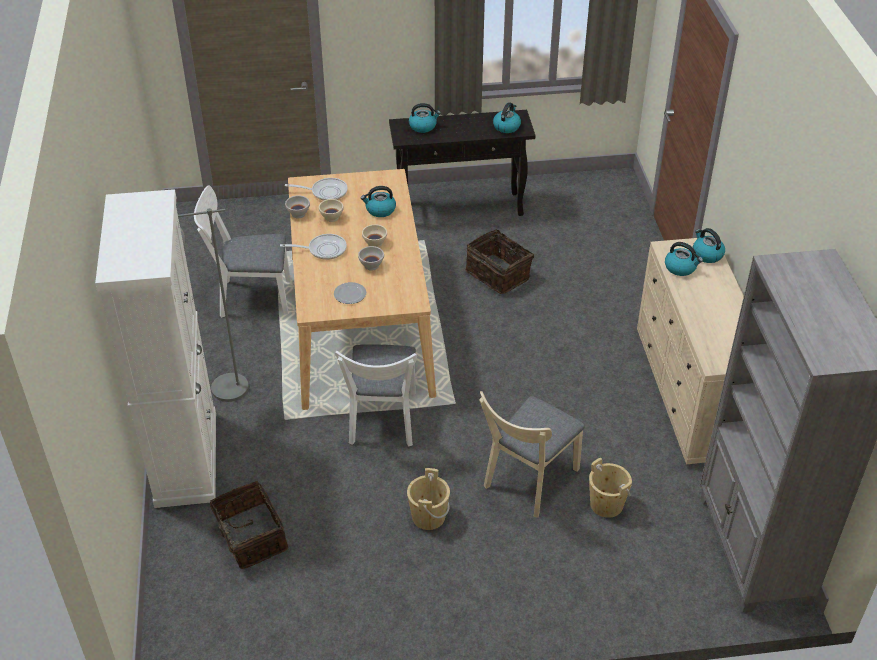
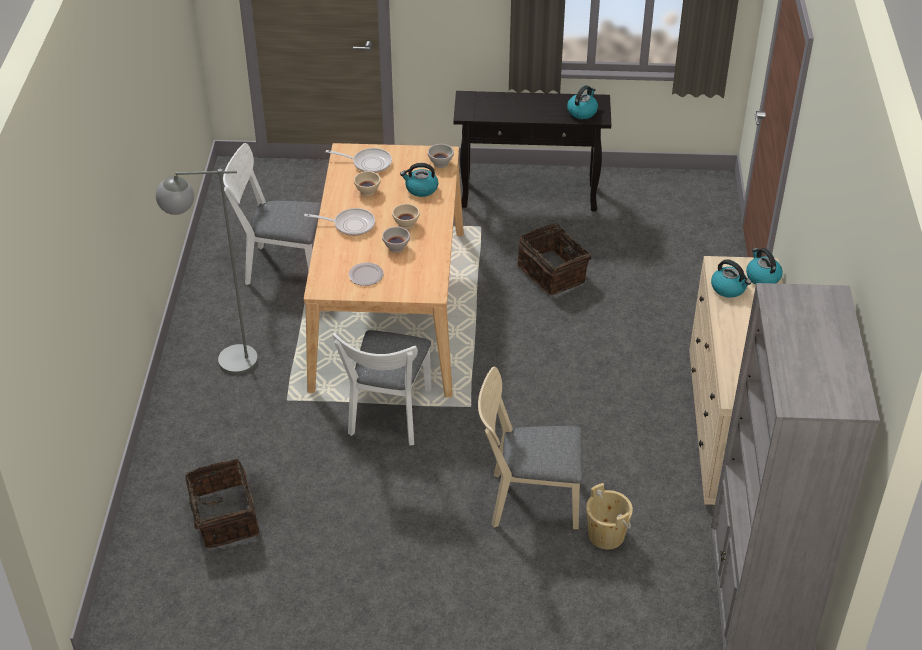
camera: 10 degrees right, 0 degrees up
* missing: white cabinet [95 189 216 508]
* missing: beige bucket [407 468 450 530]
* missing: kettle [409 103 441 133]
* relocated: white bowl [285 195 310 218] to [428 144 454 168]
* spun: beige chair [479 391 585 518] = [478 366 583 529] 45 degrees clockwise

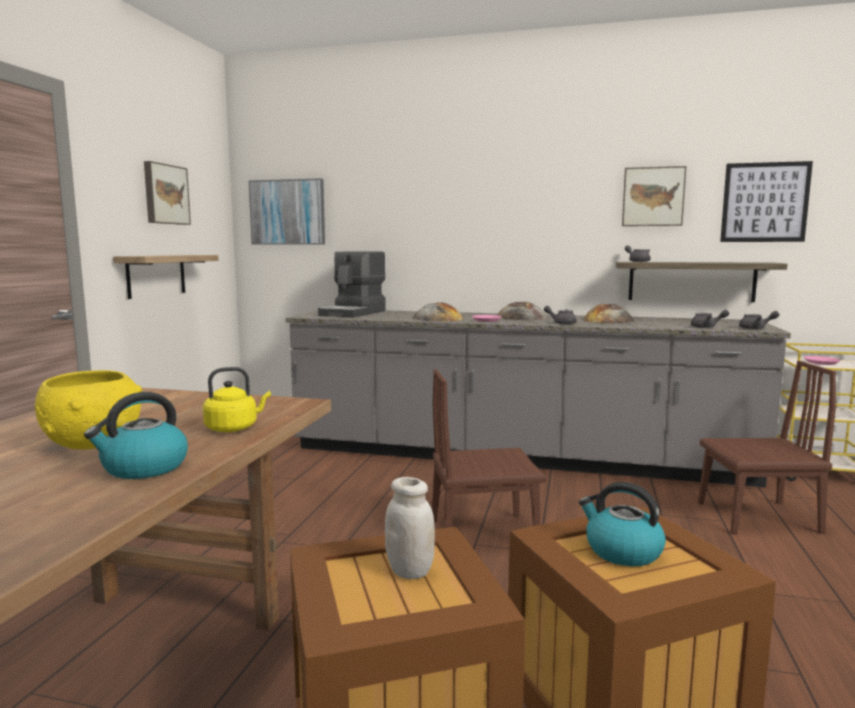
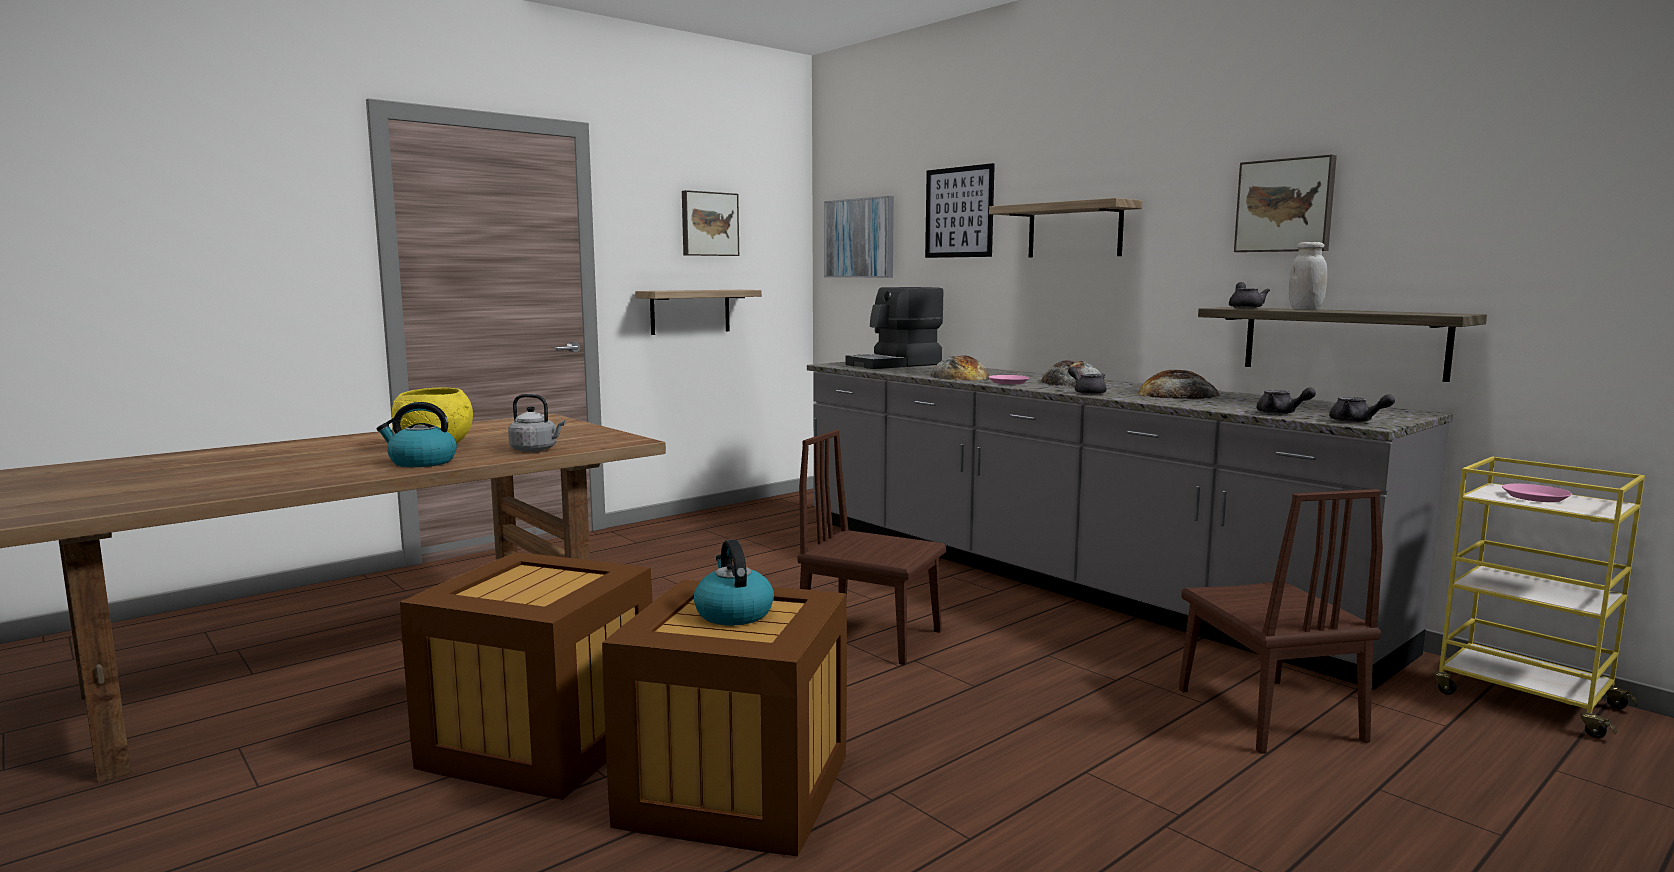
camera: 35 degrees right, 0 degrees up
* appeared: shelf [989 198 1142 258]
* relocated: white jar [385 477 435 579] to [1289 242 1327 310]
* relocated: picture [720 161 813 242] to [925 163 995 258]
* colour: yellow kettle [203 367 271 432] to grey kettle [508 394 565 452]
* spun: brown chair [698 361 836 535] = [1179 489 1383 754] 45 degrees clockwise

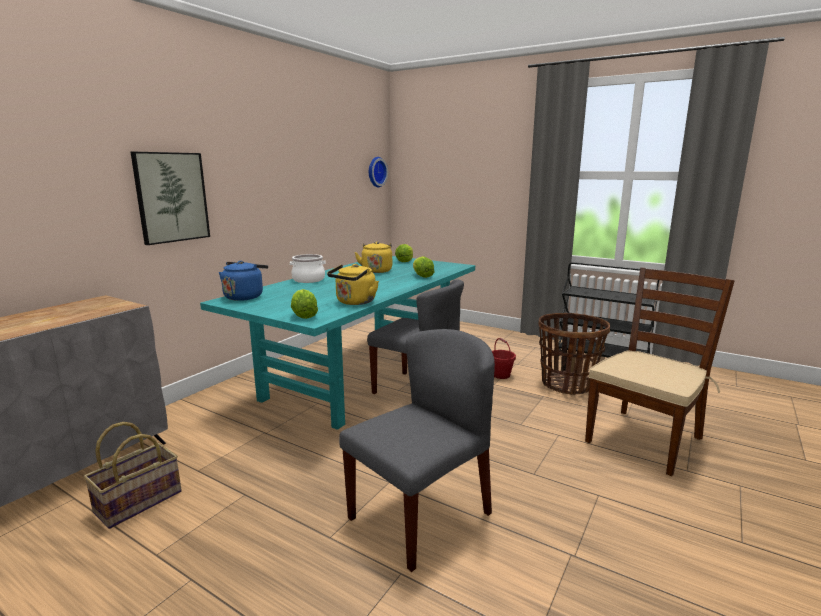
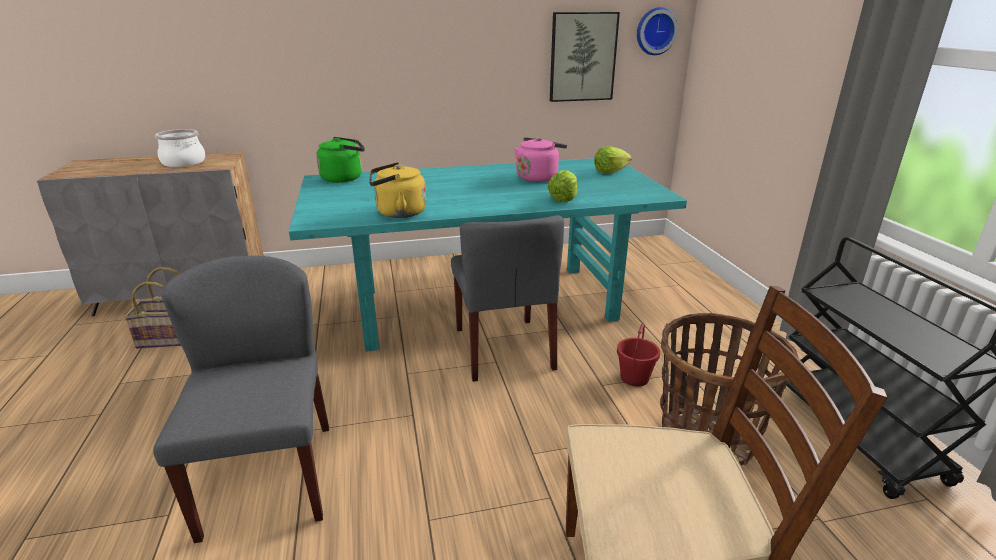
camera: 45 degrees right, 10 degrees up
* missing: lettuce [291 289 318 319]
* relocated: picture [131 152 210 245] to [550 12 620 102]
* relocated: cooking pot [290 254 326 283] to [155 129 205 167]
* colour: blue kettle [219 261 268 301] to green kettle [316 137 365 183]
* colour: yellow kettle [355 241 392 273] to pink kettle [514 137 567 182]
* spun: grey chair [339 329 495 572] = [153 256 329 543] 105 degrees counterclockwise

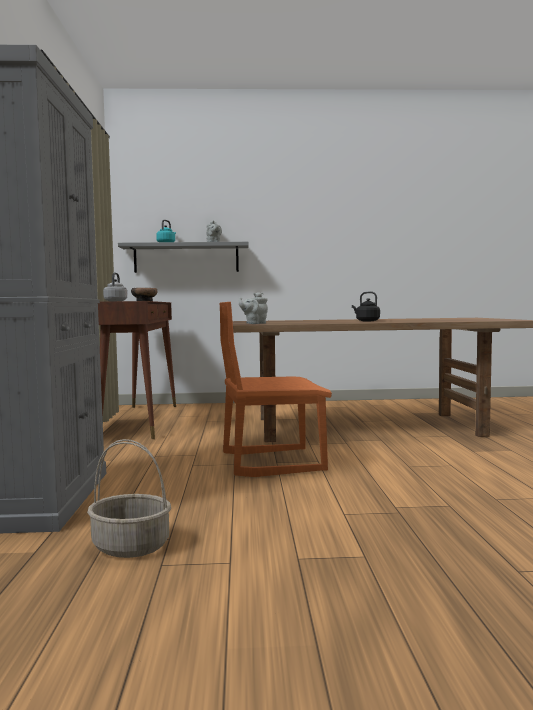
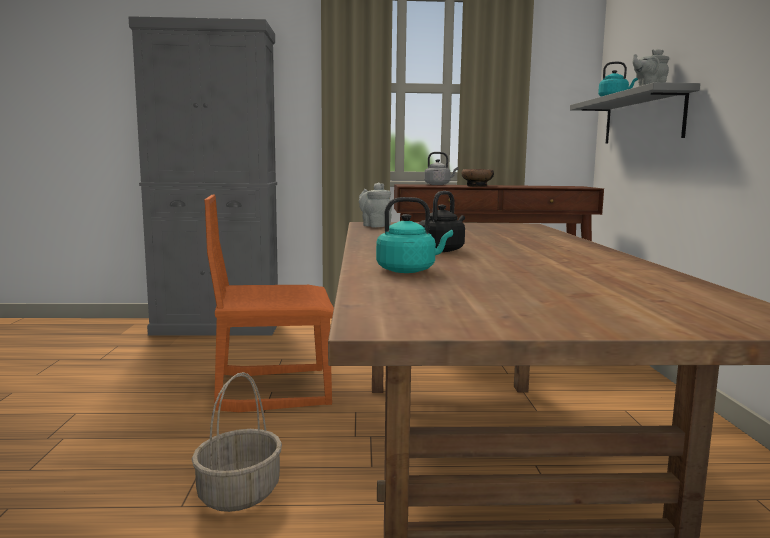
camera: 90 degrees right, 5 degrees up
* appeared: turquoise kettle [376 197 453 273]
* relocated: basket [87 439 171 558] to [192 372 282 512]
* spun: orange chair [219 302 332 477] = [204 194 334 412] 90 degrees counterclockwise

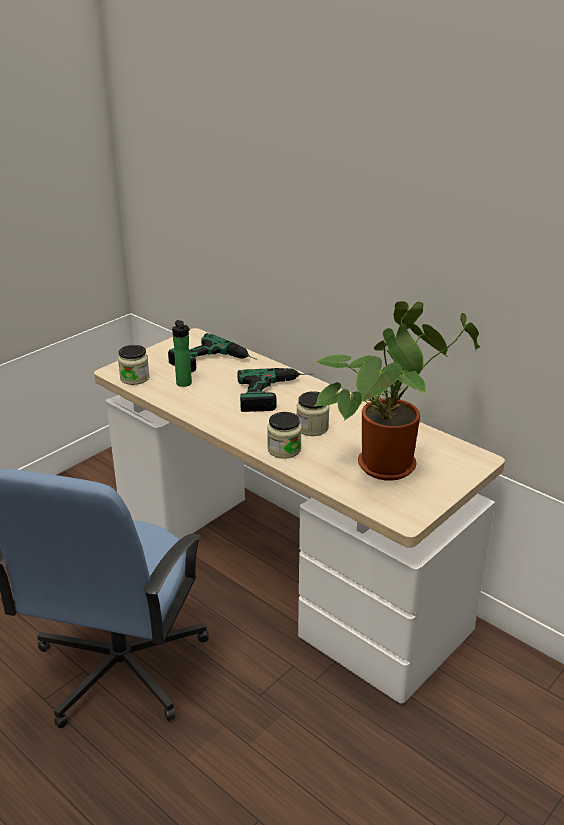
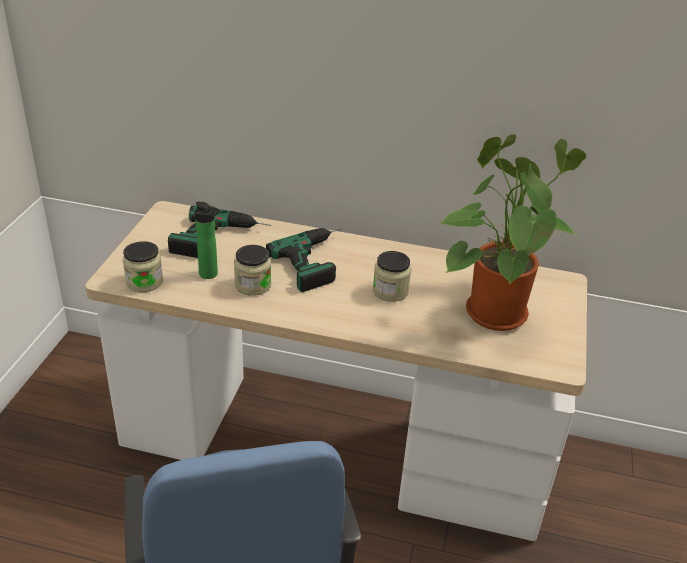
camera: 30 degrees left, 5 degrees up
* relocated: jar [267 412 302 459] to [234 245 271 296]

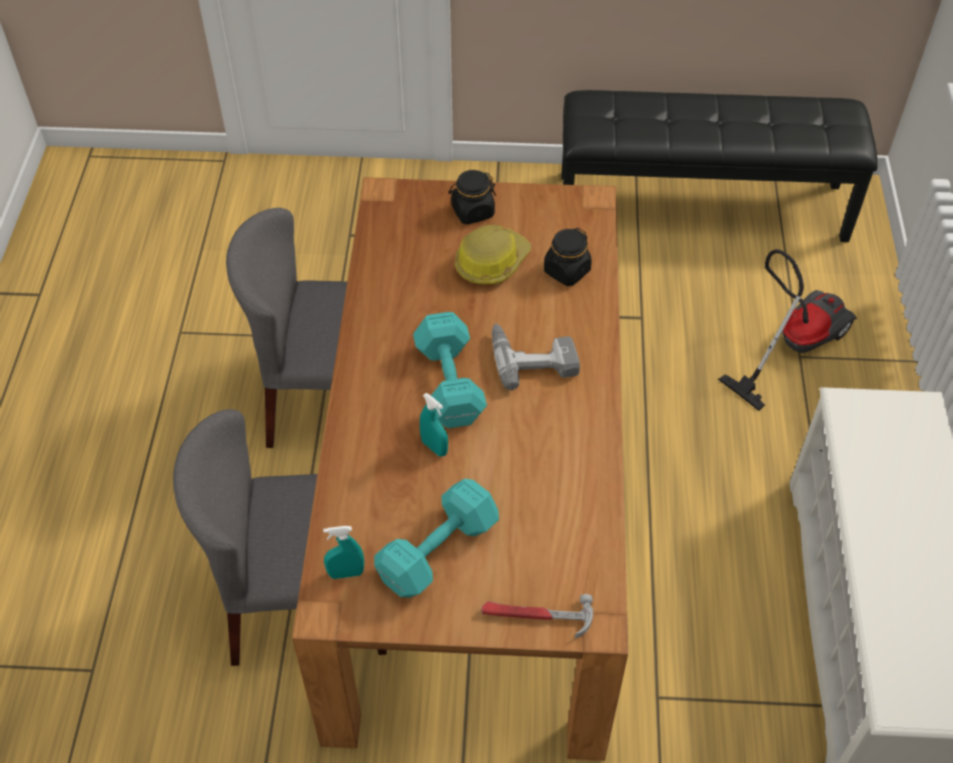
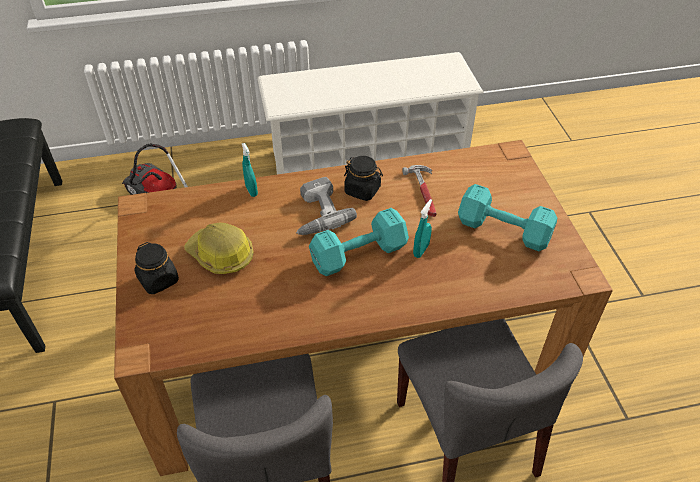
camera: 105 degrees left, 5 degrees down
* relocated: turquoise spray bottle [323 526 364 579] to [242 143 258 197]
* relocated: hammer [482 594 593 638] to [402 165 437 217]
* relocated: black jar [544 228 592 286] to [344 156 383 201]

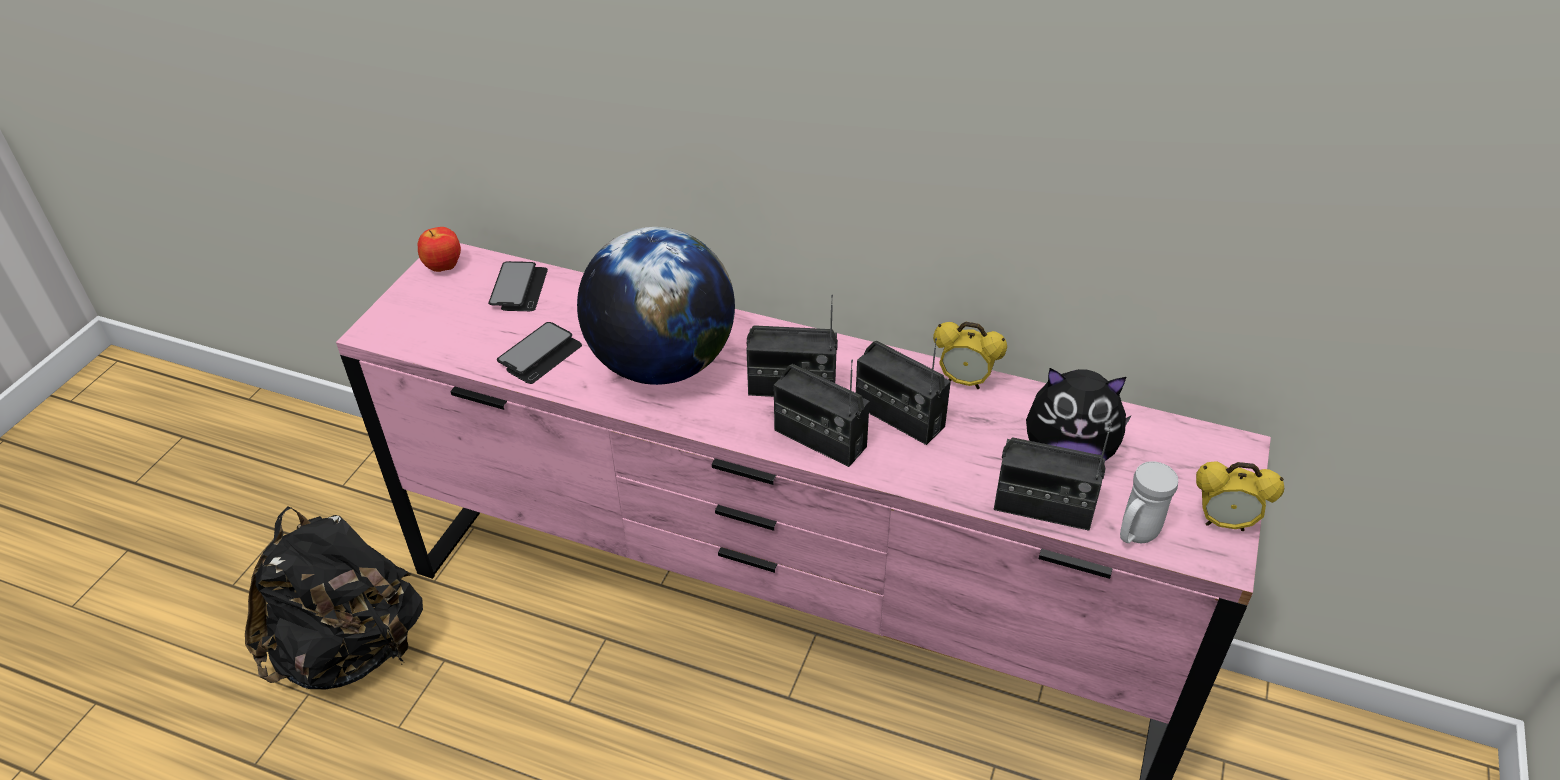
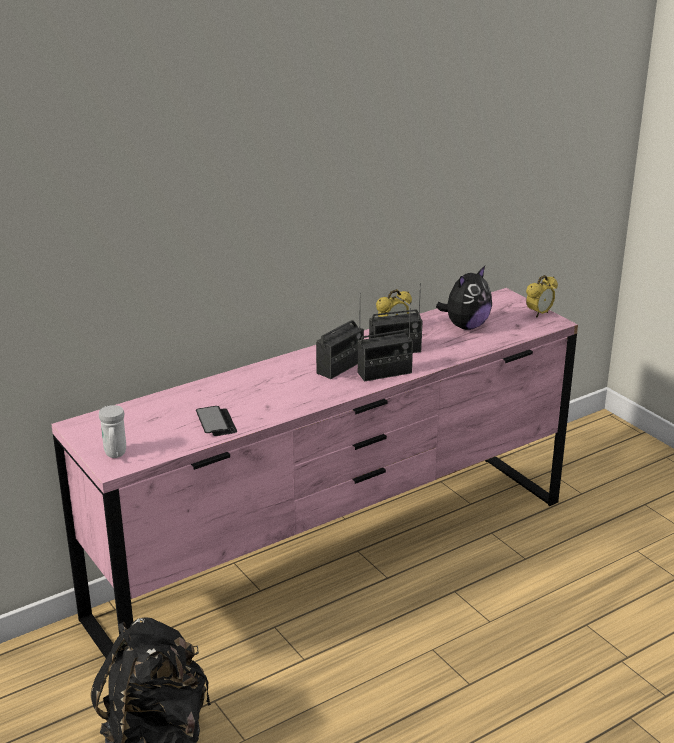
camera: 55 degrees left, 15 degrees down
* missing: apple [418 227 461 272]
* missing: phone [488 261 548 311]
* missing: globe [577 227 735 385]
* missing: radio [994 423 1112 531]
* relocated: white mug [1120 461 1178 543] to [99 405 126 458]

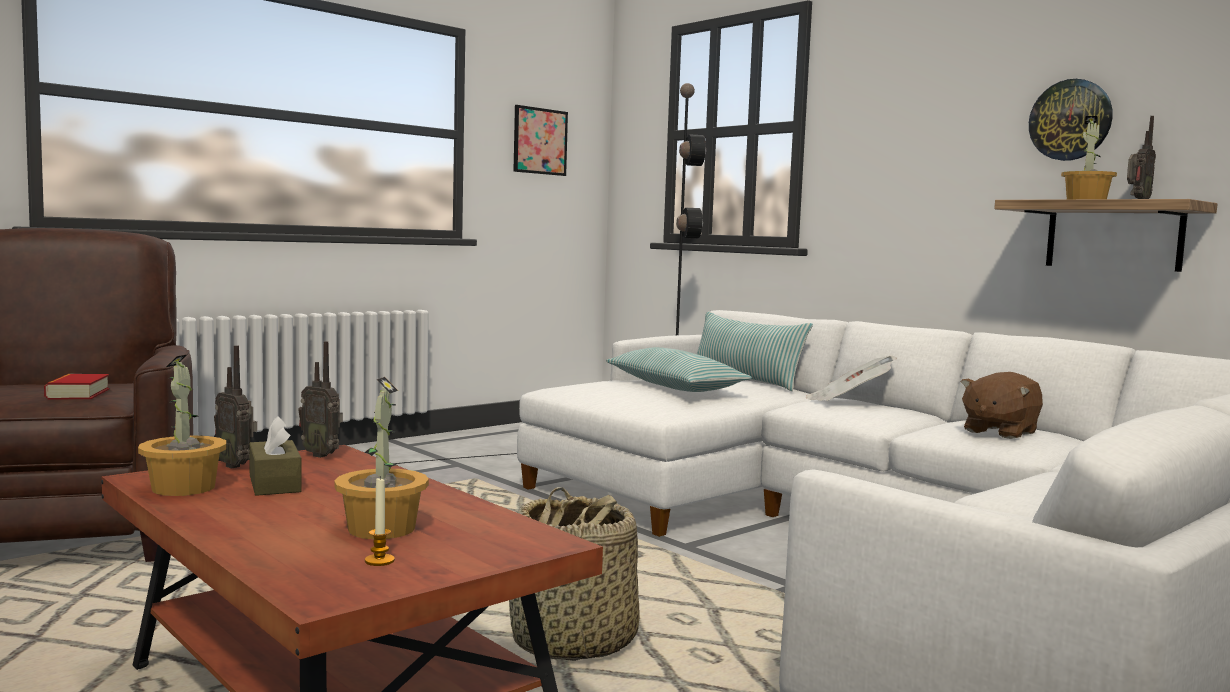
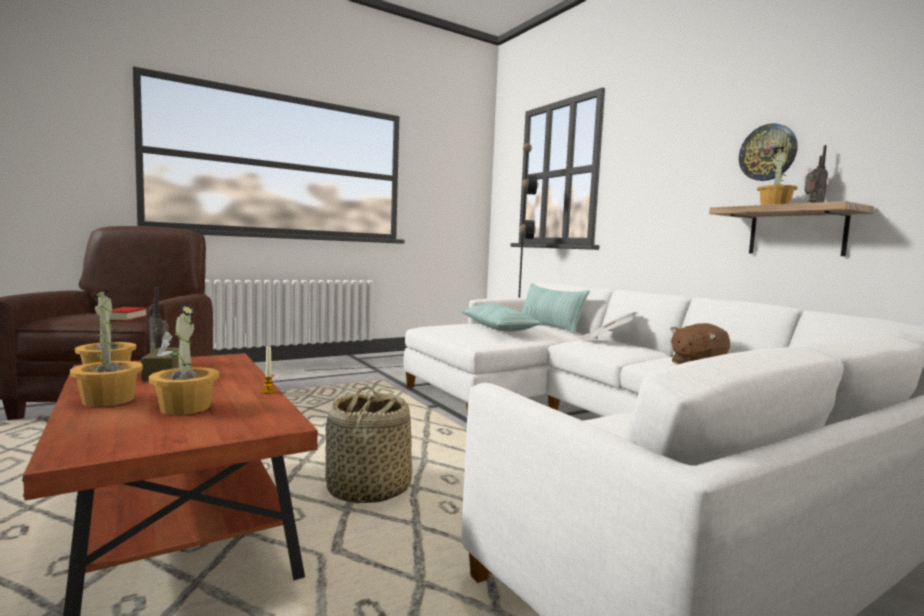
camera: 10 degrees right, 0 degrees up
* missing: radio [298 341 343 458]
* missing: picture [513 105 568 176]
* appeared: potted plant [70 301 143 407]
* relocated: candle [365 476 395 566] to [260 345 277 394]

